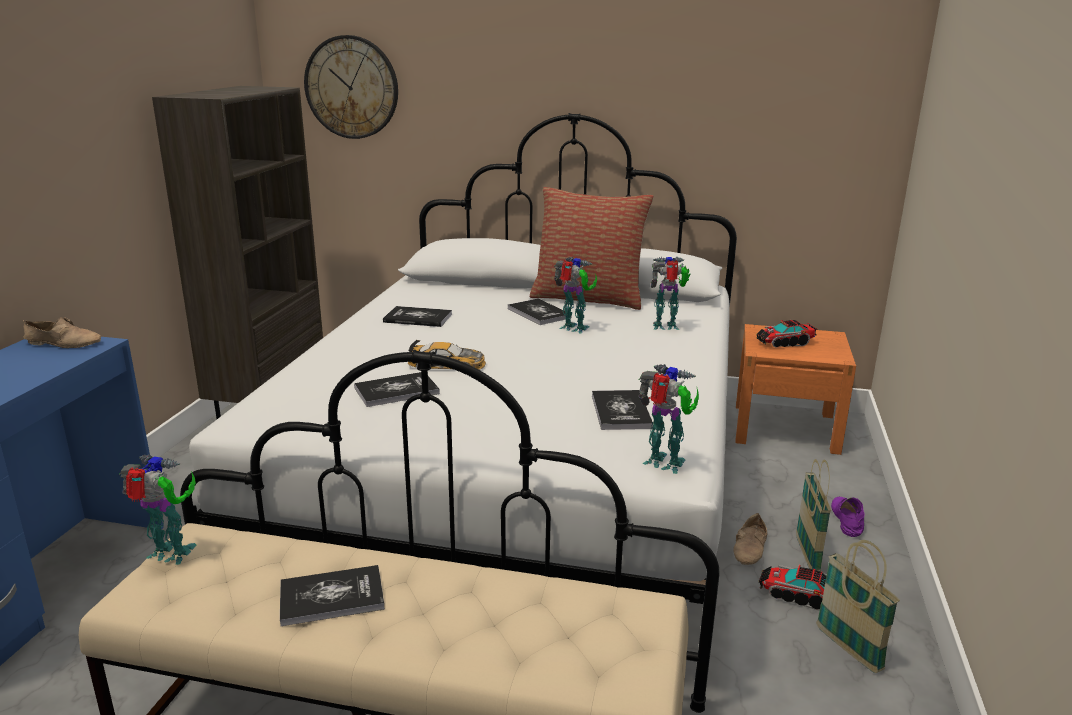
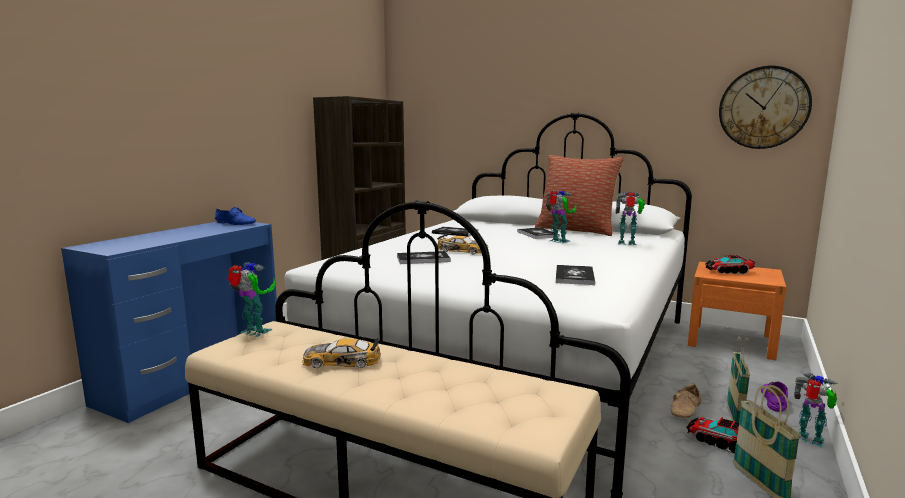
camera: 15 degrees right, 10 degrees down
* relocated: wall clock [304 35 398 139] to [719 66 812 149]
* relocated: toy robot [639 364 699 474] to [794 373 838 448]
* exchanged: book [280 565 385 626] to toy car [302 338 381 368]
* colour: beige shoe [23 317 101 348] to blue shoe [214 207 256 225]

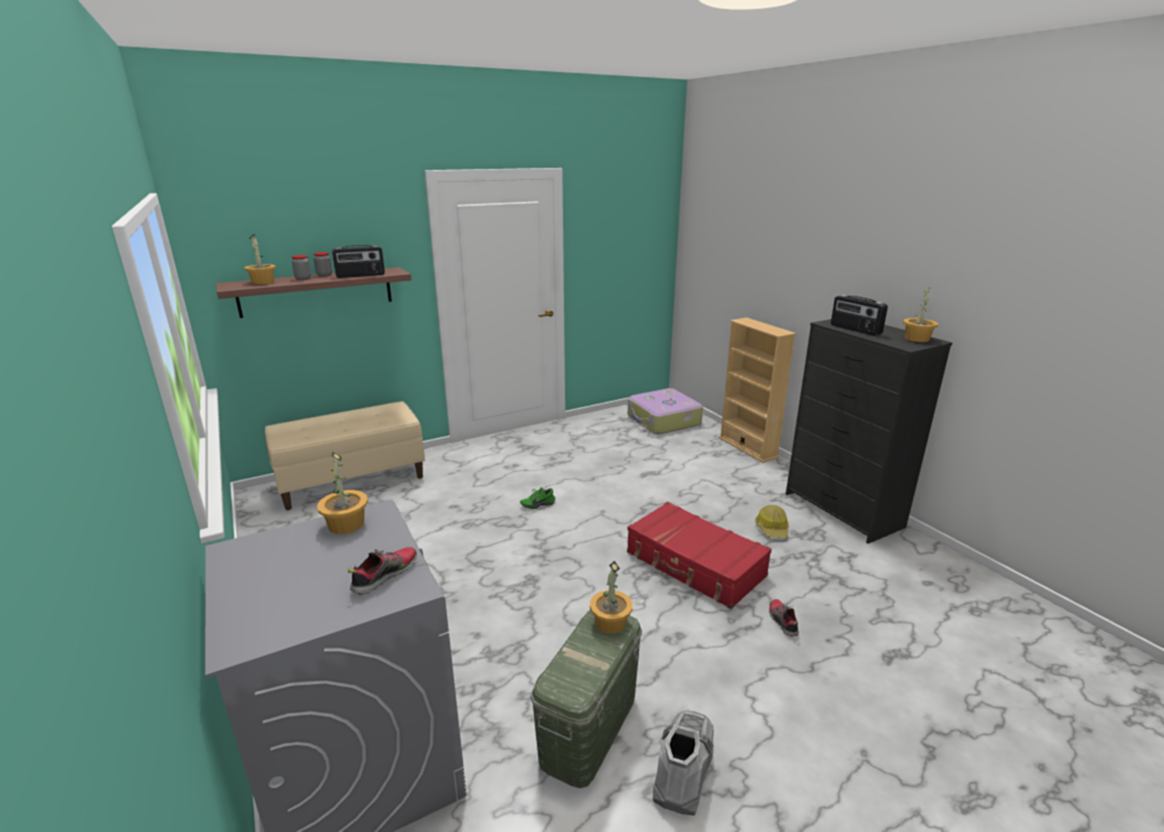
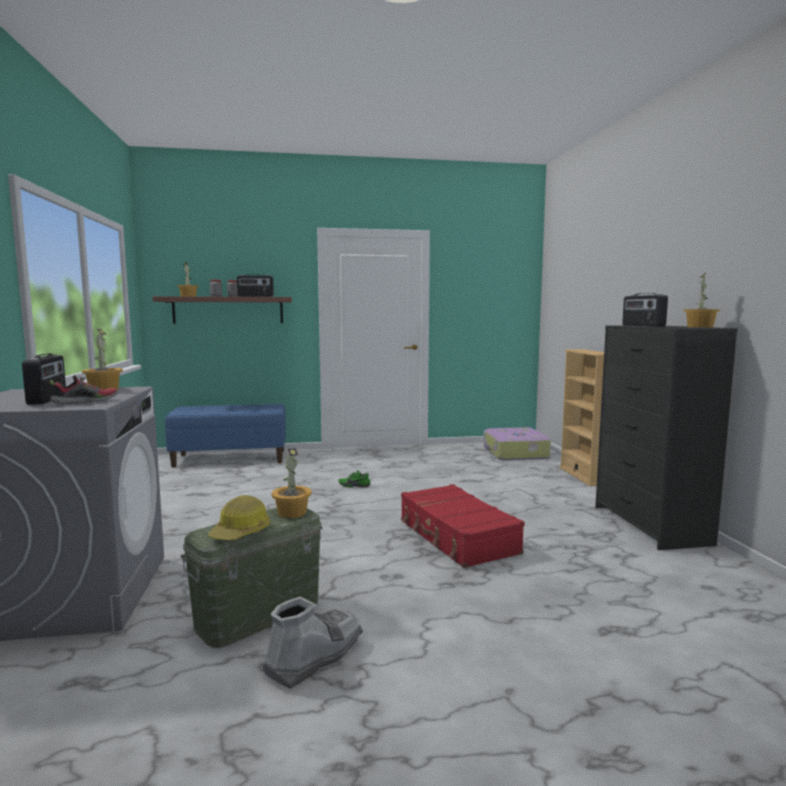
camera: 20 degrees right, 15 degrees down
* missing: shoe [769 599 799 637]
* appeared: radio [22 354 66 405]
* relocated: hard hat [755 505 789 538] to [208 495 270 541]
* colour: beige bench [265 401 425 510] to blue bench [165 404 286 467]

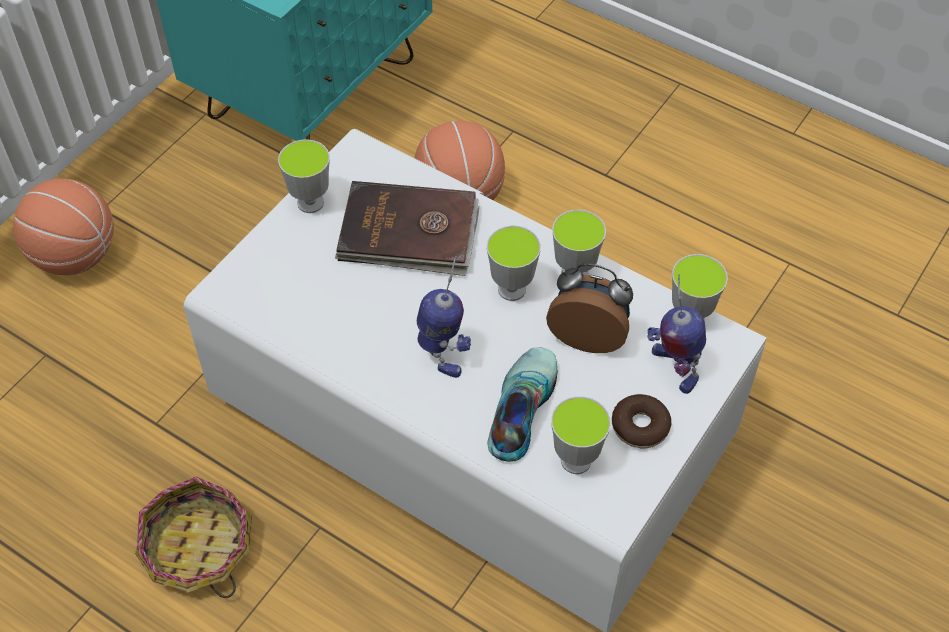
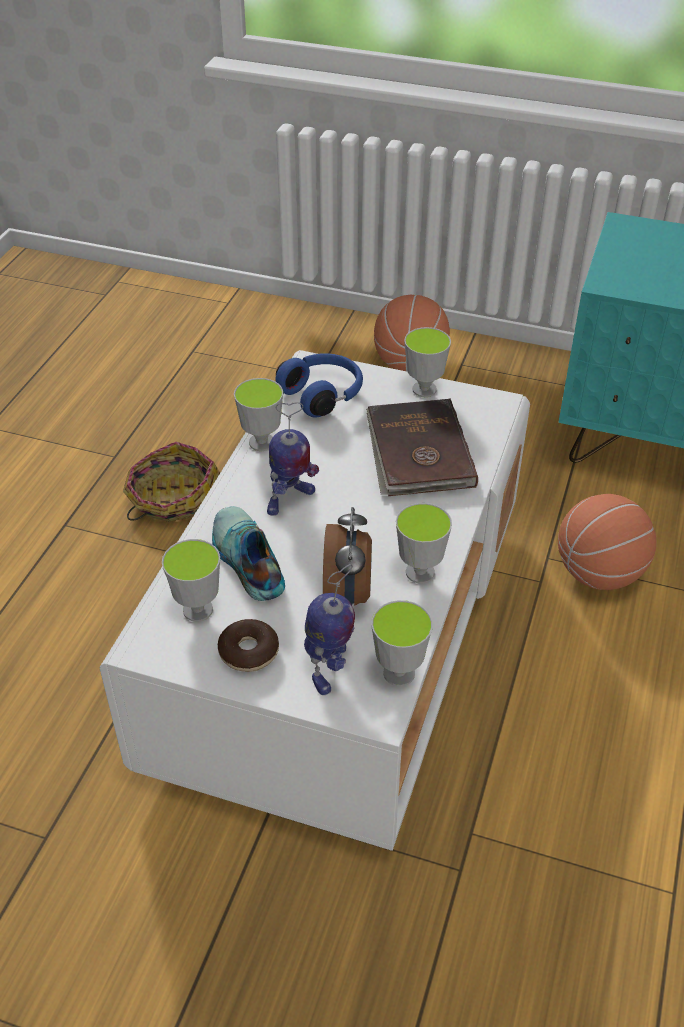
camera: 75 degrees right, 10 degrees down
* appeared: blue headphones [275 353 363 417]
* relocated: cup [487 226 541 301] to [234 378 283 451]
* spun: shoe [487 347 557 462] = [212 506 285 601] 120 degrees counterclockwise
* spun: toy robot [647 274 706 394] = [304 564 355 695] 150 degrees clockwise

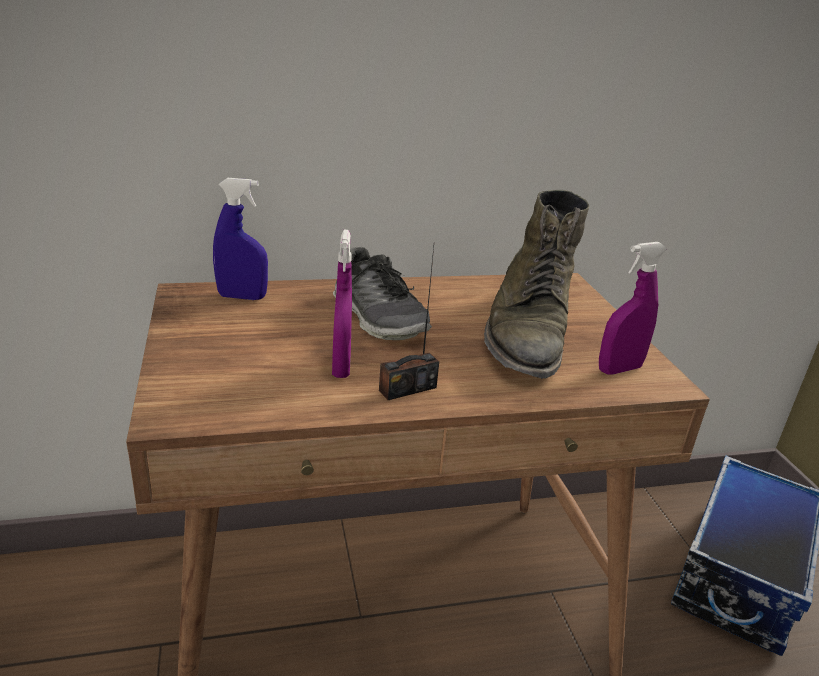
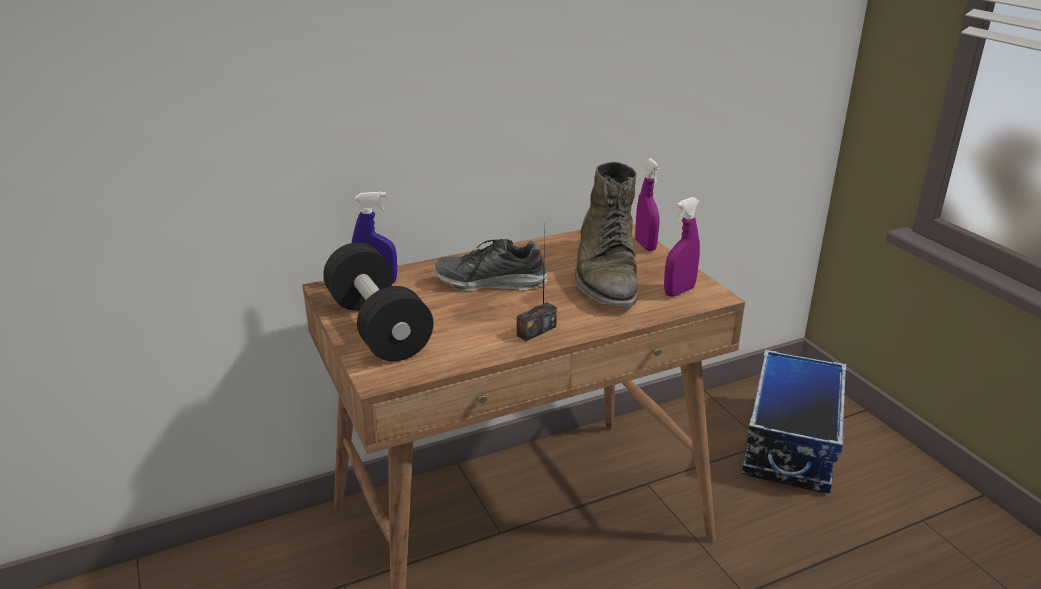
camera: 10 degrees left, 0 degrees up
* appeared: black dumbbell [323 242 433 361]
* relocated: purple spray bottle [332 230 352 378] to [635 158 660 251]
* spun: shoe [333 247 432 340] = [434 239 547 291] 135 degrees clockwise

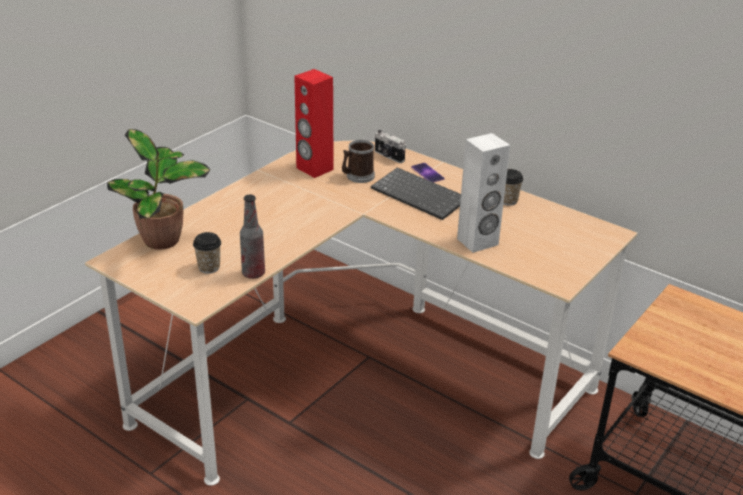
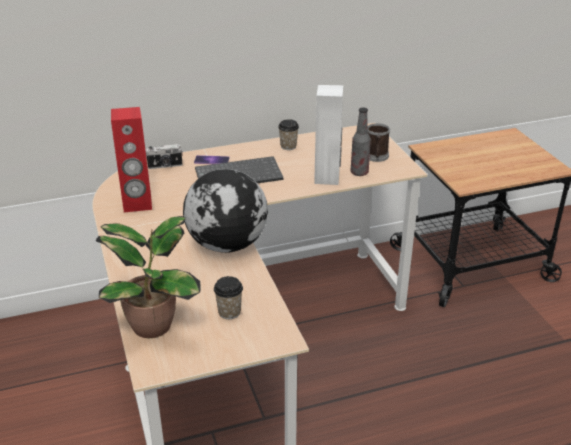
camera: 55 degrees left, 0 degrees up
* appeared: globe [183 169 268 253]
* relocated: bottle [240 195 265 279] to [351 107 371 176]
* relocated: mug [342 140 375 183] to [368 123 390 162]

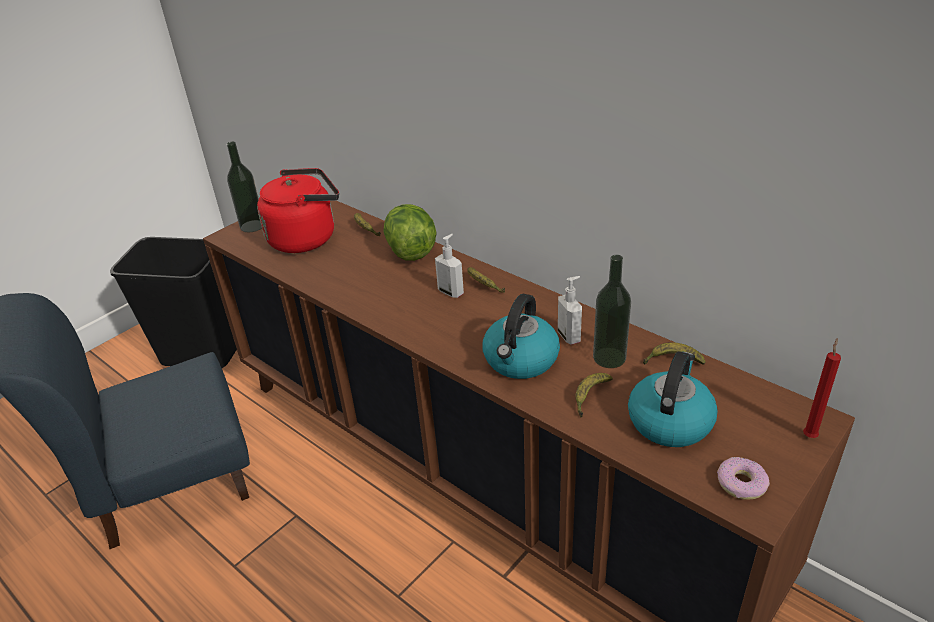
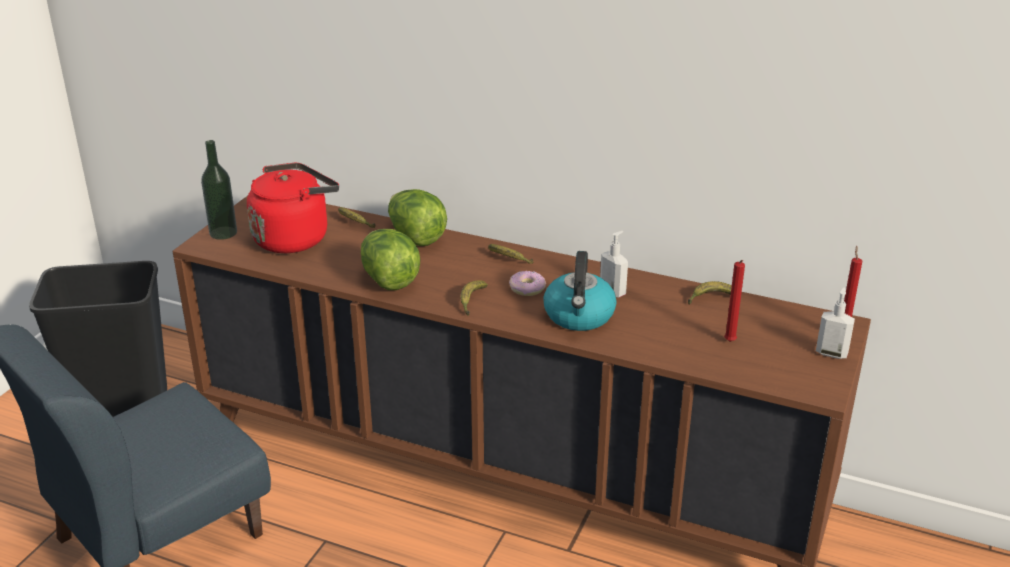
camera: 20 degrees left, 5 degrees down
* missing: bottle [593 255 631 368]
* appeared: lettuce [361 229 420 290]
* relocated: soap dispenser [435 234 464 298] to [816 287 855 359]
* relocated: banana [575 373 613 417] to [460 280 488 316]
* relocated: donut [717 457 770 500] to [509 271 546 296]
* exchanged: kettle [628 351 718 447] to red candle [724 260 745 342]

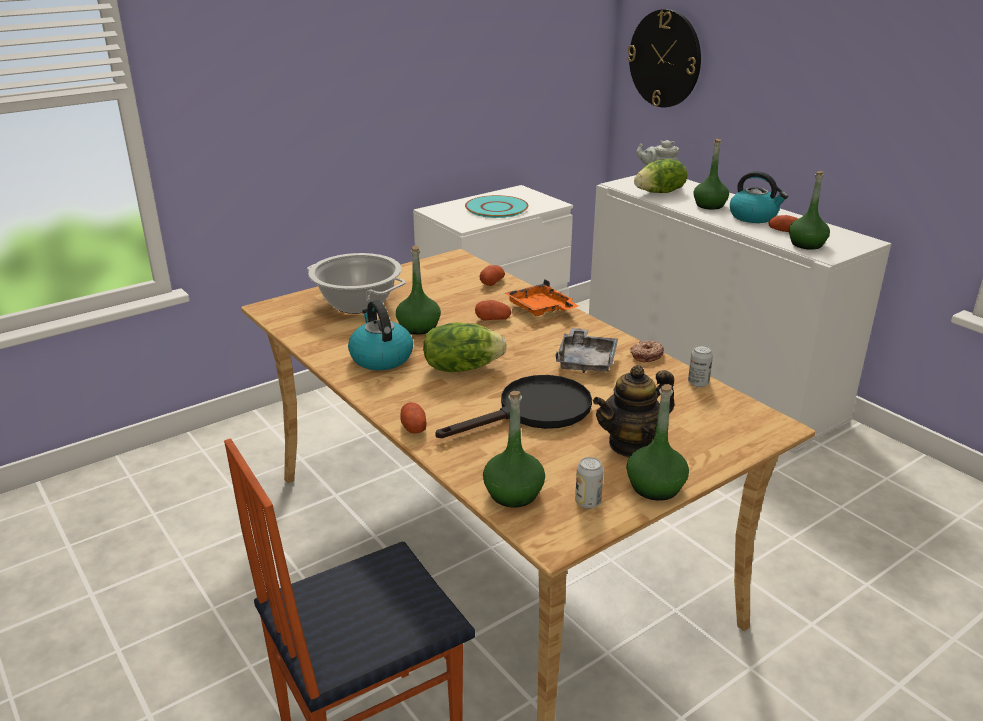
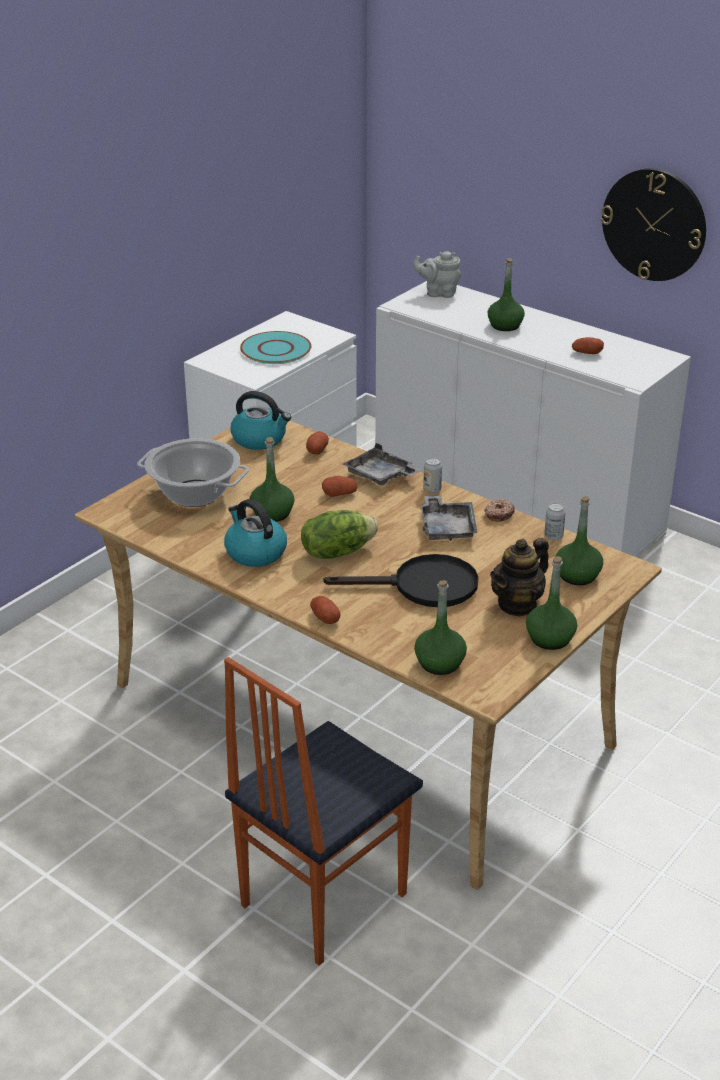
camera: 15 degrees left, 5 degrees up
* missing: lettuce [634 159 688 193]
* relocated: can [575 457 604 509] to [423 457 442 493]
* relocated: wall clock [627 9 701 108] to [601 168 706 281]
* relocated: kettle [730 171 788 223] to [231 391 291 450]
* relocated: green bottle [789 171 830 250] to [555 496 603 585]
* colour: orange tray [505 280 578 316] to grey tray [343 443 421 485]
* spun: black frying pan [435 375 592 438] = [324 554 478 607] 45 degrees clockwise

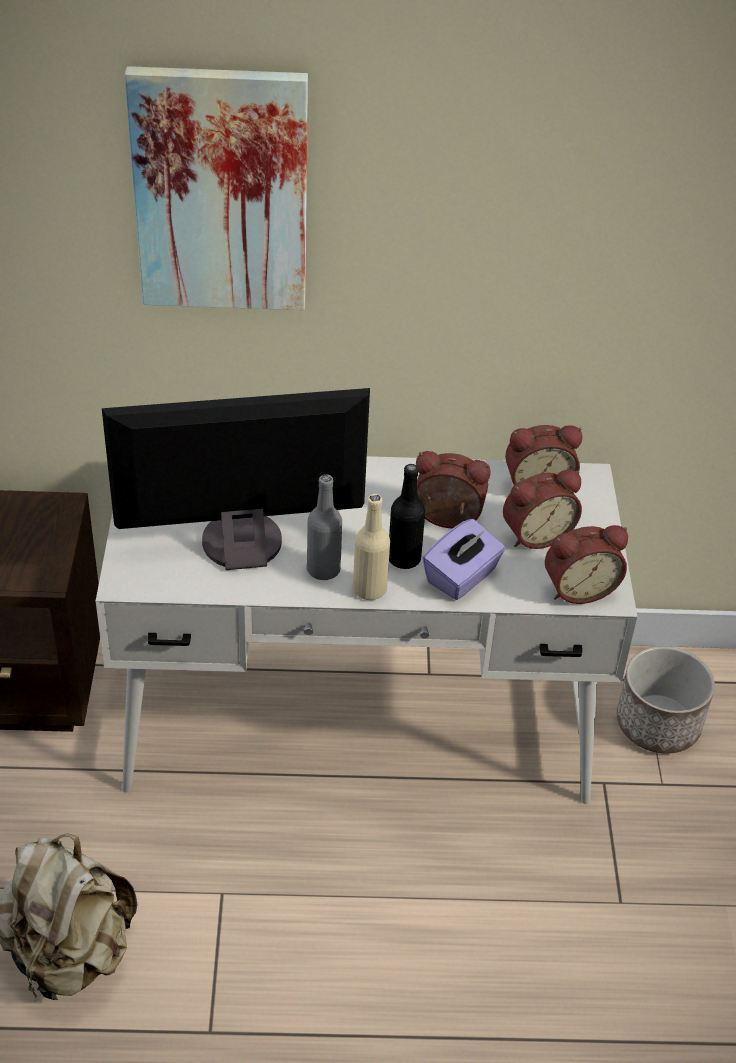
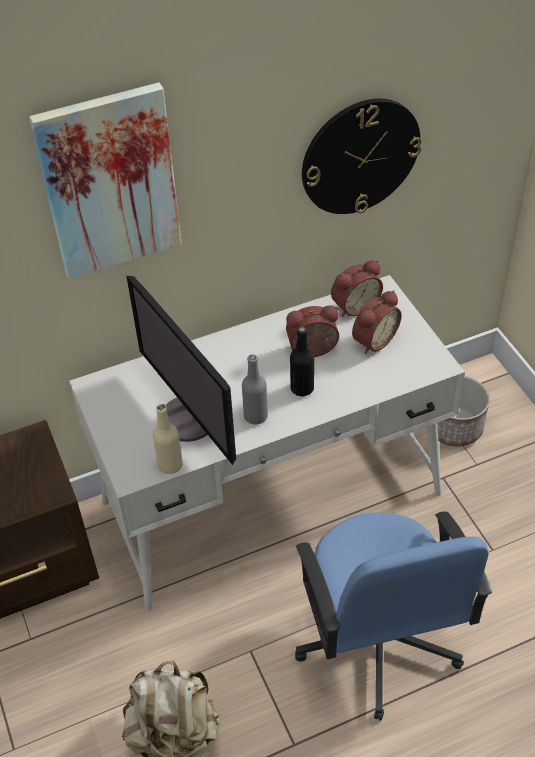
camera: 20 degrees left, 5 degrees up
* missing: purple tissue box [422 519 506 600]
* missing: alarm clock [545 525 628 604]
* appeared: blue office chair [295 512 492 721]
* appeared: wall clock [302 99 421 214]
* relocated: beige bottle [353 494 390 600] to [153 404 183 474]
* spun: monitor [102 388 370 570] = [126 276 236 465] 90 degrees counterclockwise

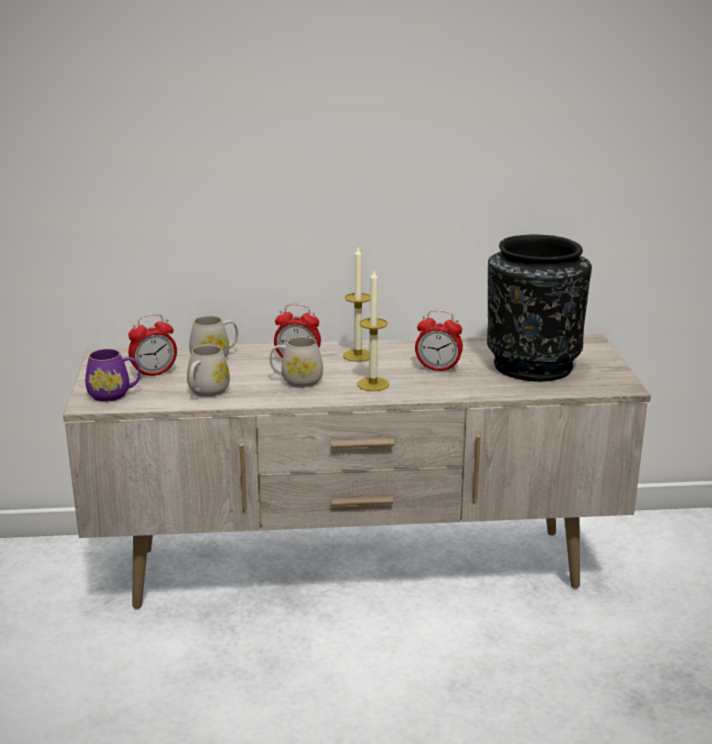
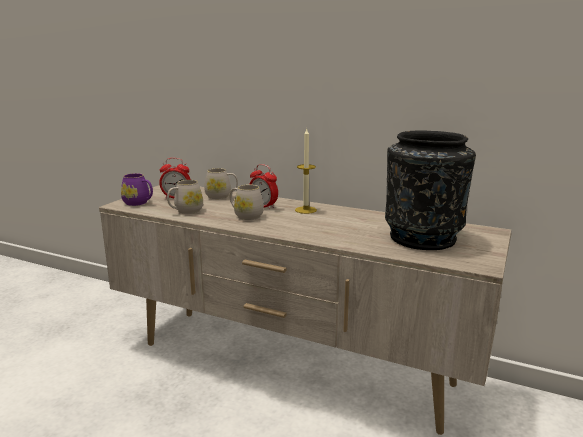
camera: 30 degrees right, 5 degrees down
* missing: candle [357 271 389 391]
* missing: alarm clock [415 310 463 372]

